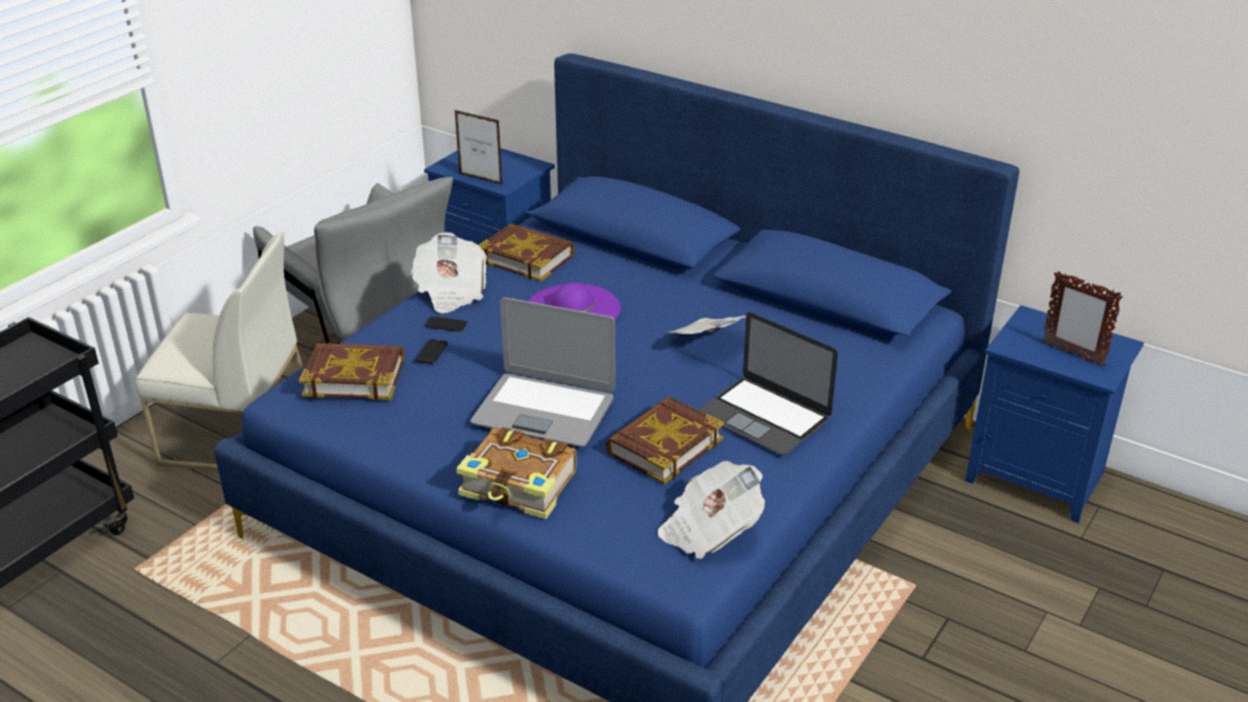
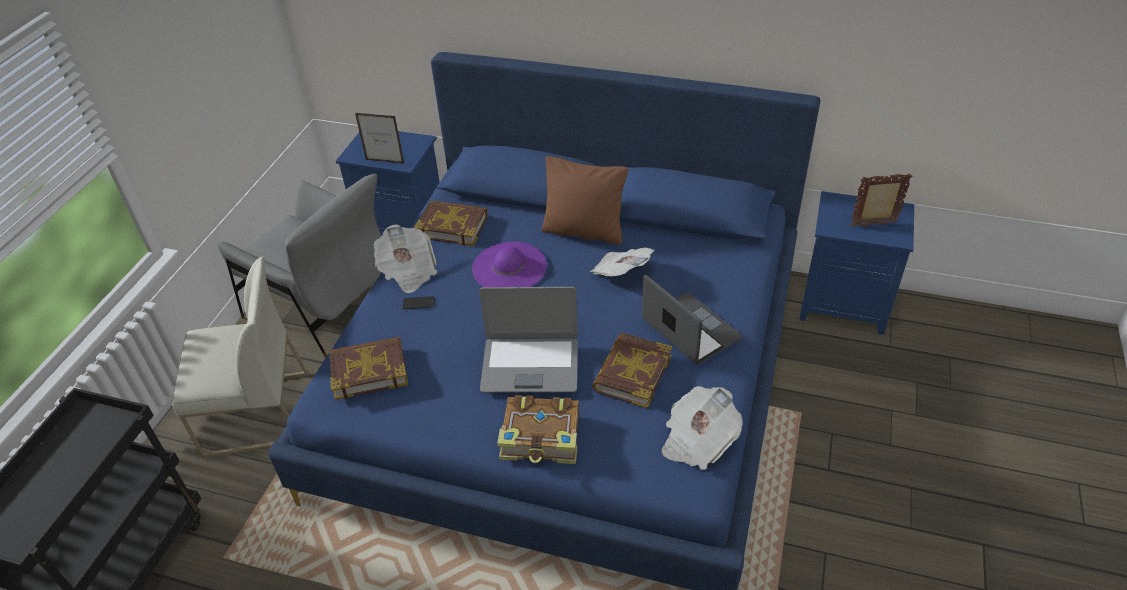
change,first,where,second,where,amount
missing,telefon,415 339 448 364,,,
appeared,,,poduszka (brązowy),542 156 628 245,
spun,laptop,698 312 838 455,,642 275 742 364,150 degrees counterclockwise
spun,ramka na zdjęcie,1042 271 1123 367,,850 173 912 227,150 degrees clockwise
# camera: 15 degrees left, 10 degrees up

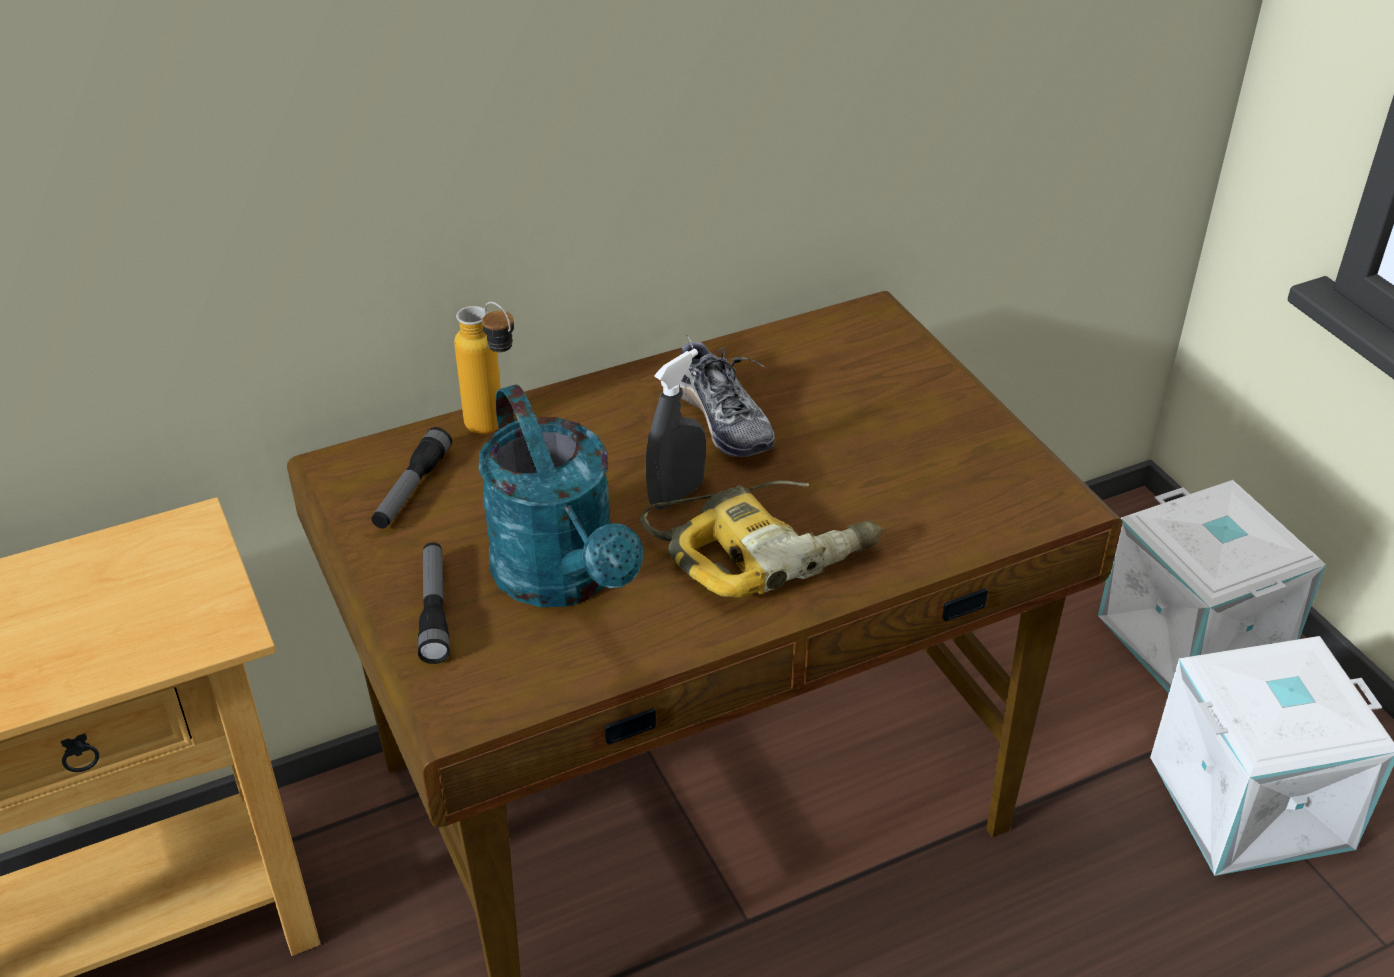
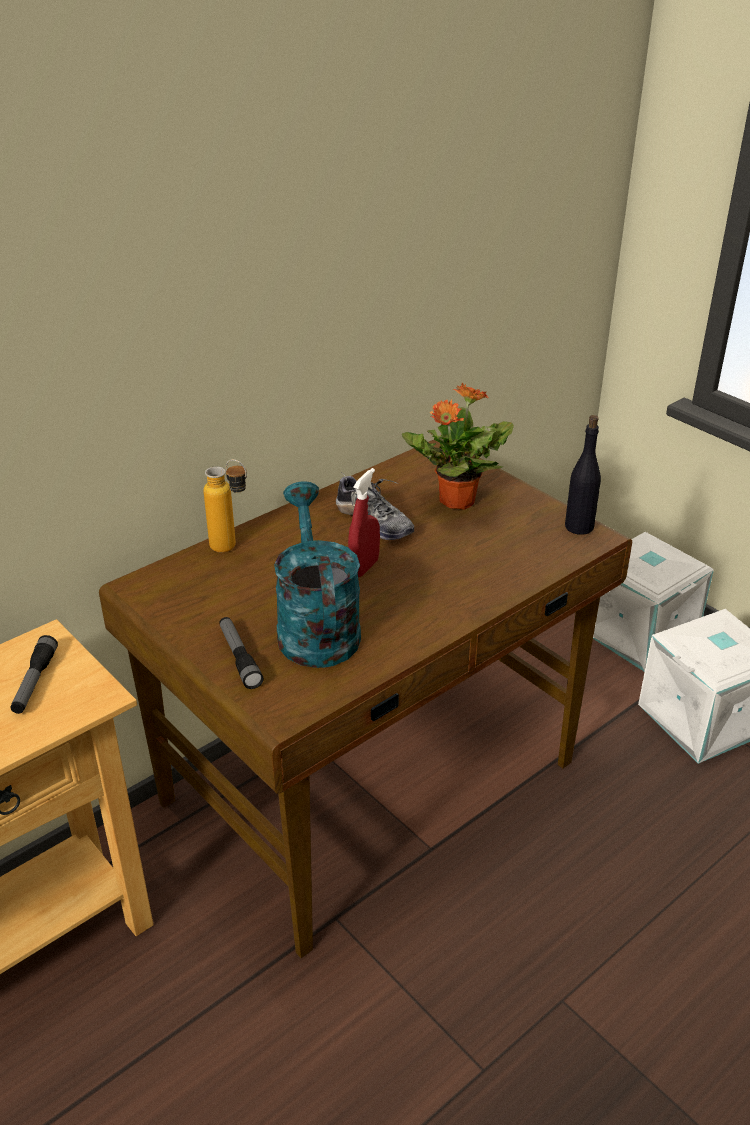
change,first,where,second,where,amount
missing,wiertarka,640 480 883 598,,,
appeared,,,roślina doniczkowa,402 383 514 510,
appeared,,,butelka (czarny),565 415 601 535,
relocated,latarka,371 427 452 529,,10 635 58 714,
colour,spryskiwacz (szary),645 348 705 510,spryskiwacz (czerwony),348 468 380 577,
spun,konewka (turkusowy),478 385 643 607,,274 481 361 668,150 degrees counterclockwise
# camera: 15 degrees left, 5 degrees down

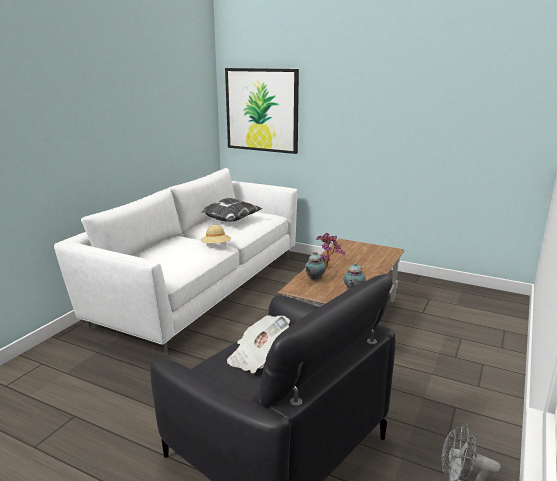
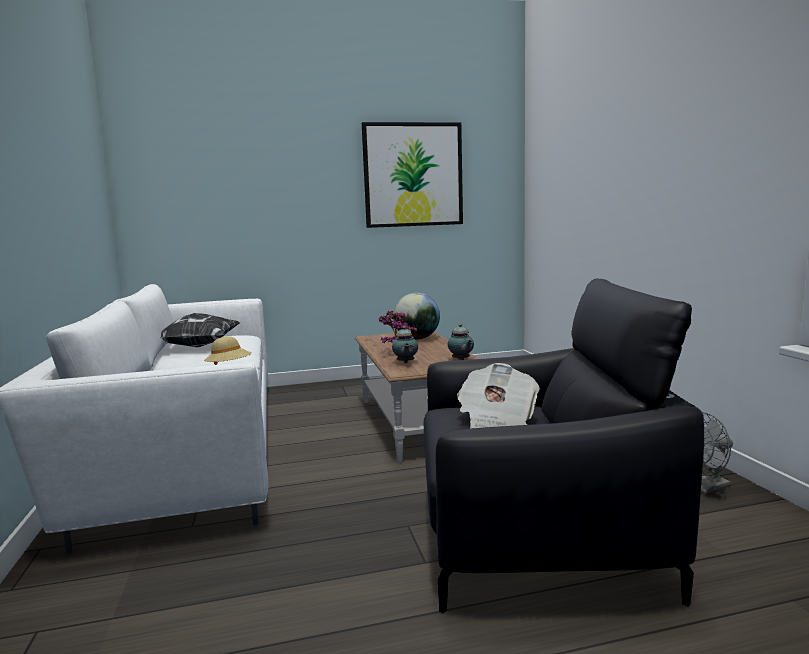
change,first,where,second,where,amount
appeared,,,globus,393 293 440 340,
relocated,obraz,225 68 299 154,,362 122 463 228,
# camera: 40 degrees left, 10 degrees down

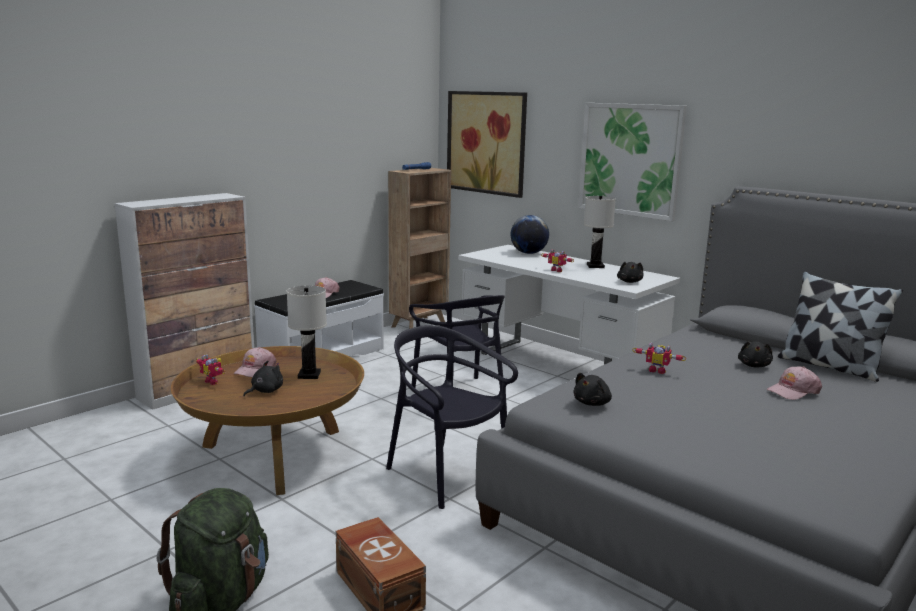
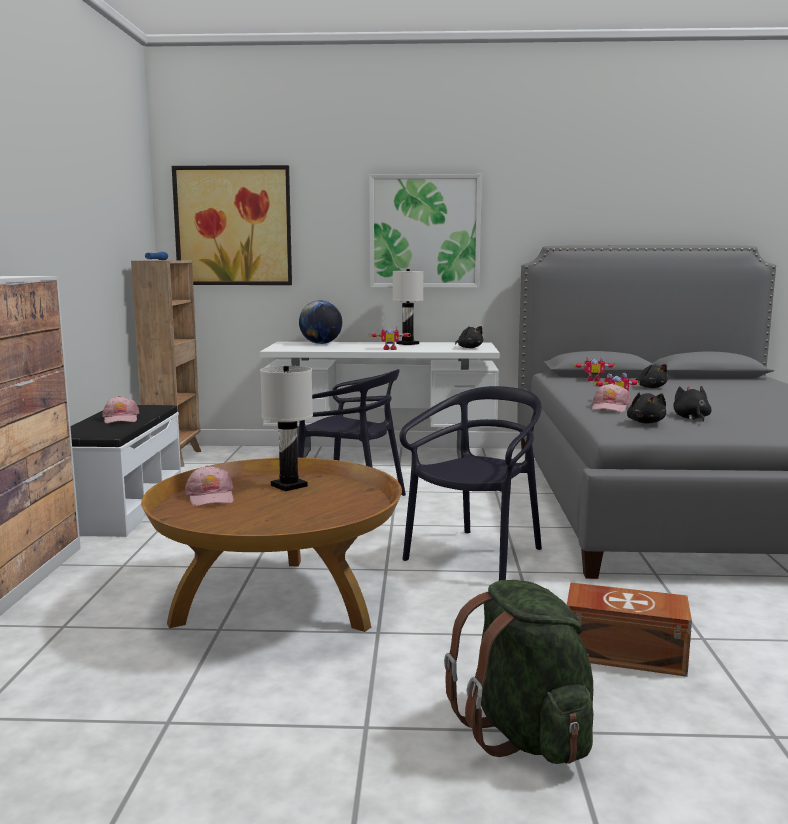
change,first,where,second,where,amount
missing,poduszka,778 271 903 382,,,
relocated,robot zabawkowy,196 354 226 385,,573 357 616 381,
relocated,pluszak (czarny),243 361 283 396,,673 386 712 422,
relocated,czapka z daszkiem (różowy),766 366 822 400,,592 383 631 412,
spun,krzesło (czarny),386 325 518 509,,400 386 542 581,120 degrees clockwise
# camera: 40 degrees left, 5 degrees down

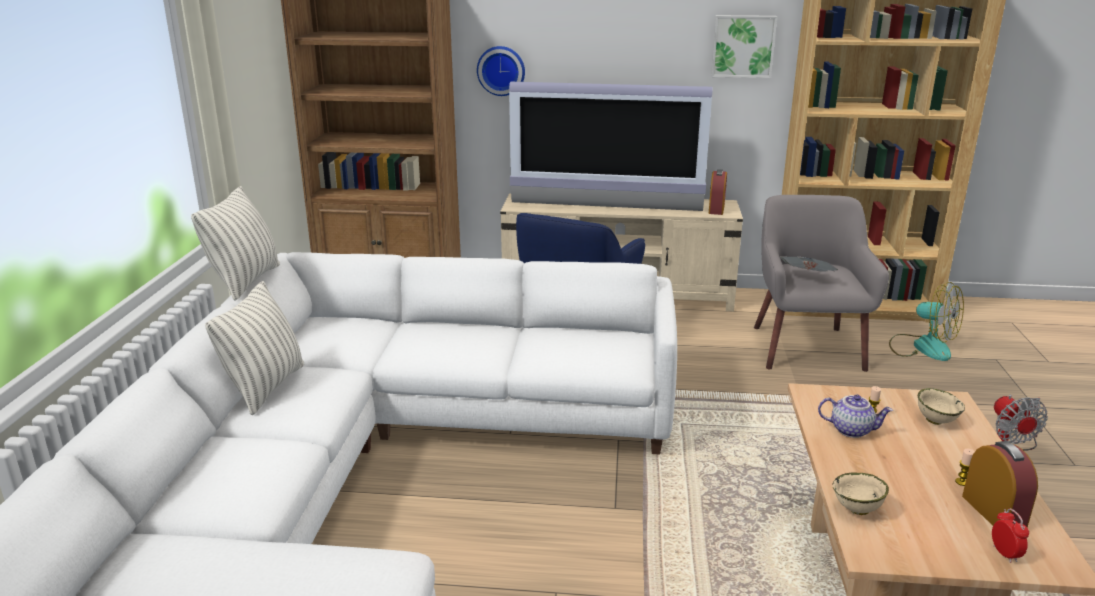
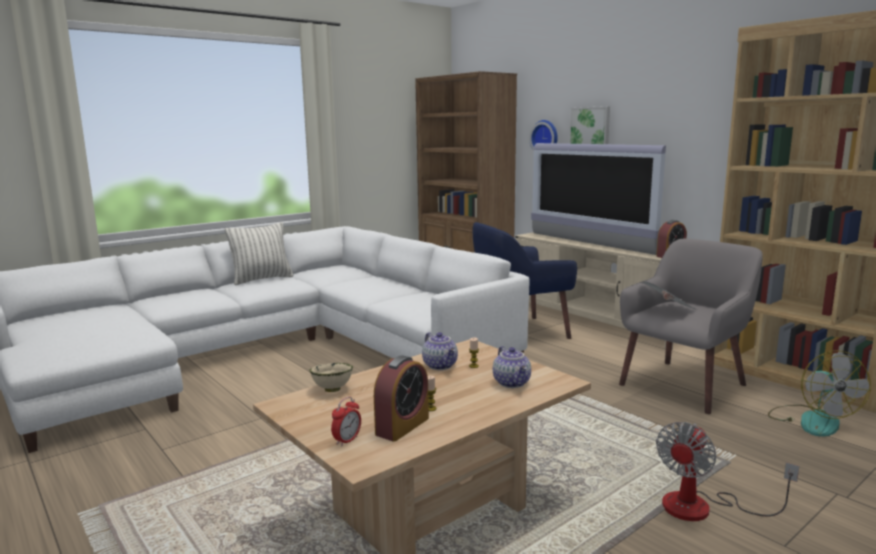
change,first,where,second,where,amount
missing,poduszka,191 186 280 301,,,
relocated,obraz,711 15 777 78,,569 106 610 144,
exchanged,miska (beżowy),918 388 965 425,imbryk,493 346 531 388,
# camera: 45 degrees right, 10 degrees down

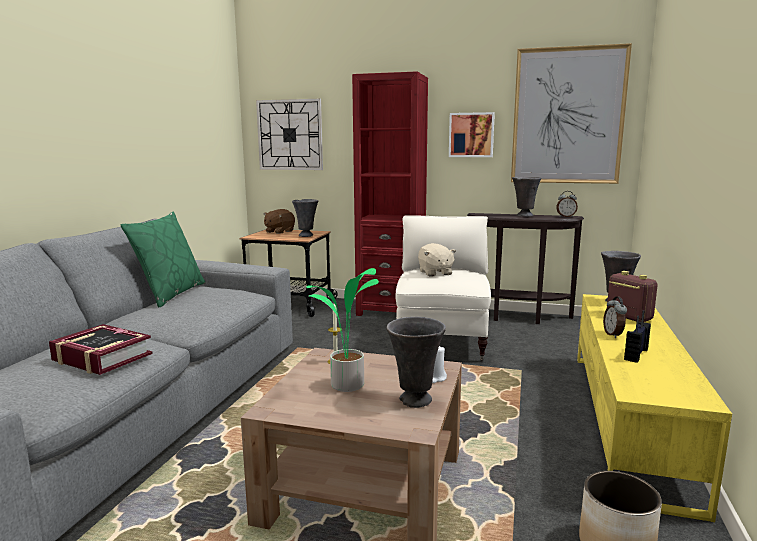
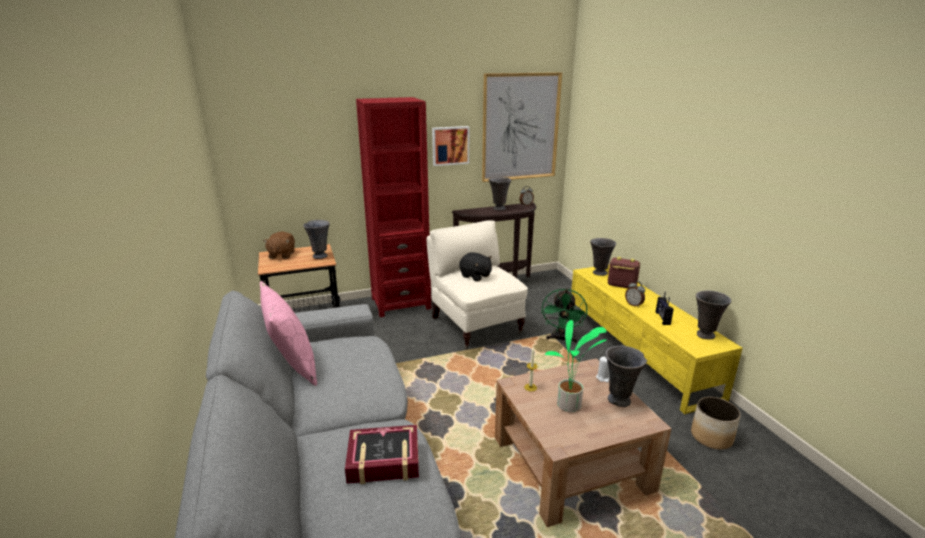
change,first,where,second,where,amount
missing,zegar ścienny,256 99 323 170,,,
appeared,,,wentylator (zielony),542 289 587 343,
appeared,,,wazon (szary),696 291 731 340,
colour,poduszka (zielony),121 212 205 307,poduszka (różowy),260 281 317 386,
colour,pluszak (beżowy),418 243 456 277,pluszak (czarny),459 252 492 281,
# camera: 35 degrees left, 10 degrees up

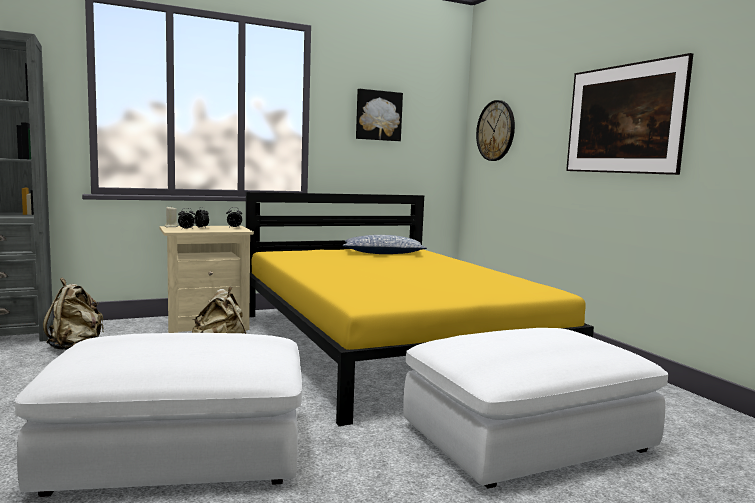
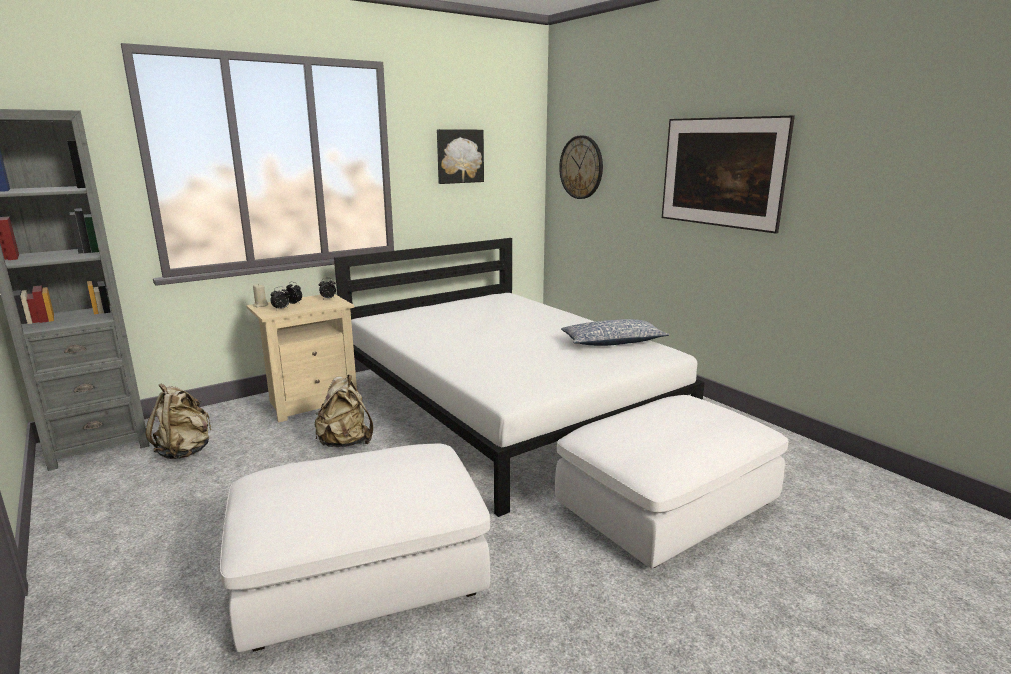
change,first,where,second,where,amount
relocated,poduszka,343 235 427 254,,561 319 669 346,
colour,łóżko (żółty),246 192 594 426,łóżko (biały),334 238 705 517,
# camera: 10 degrees left, 10 degrees up

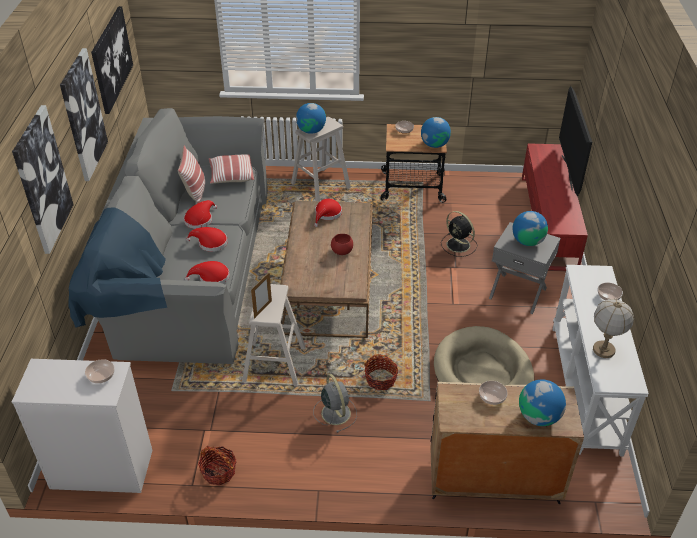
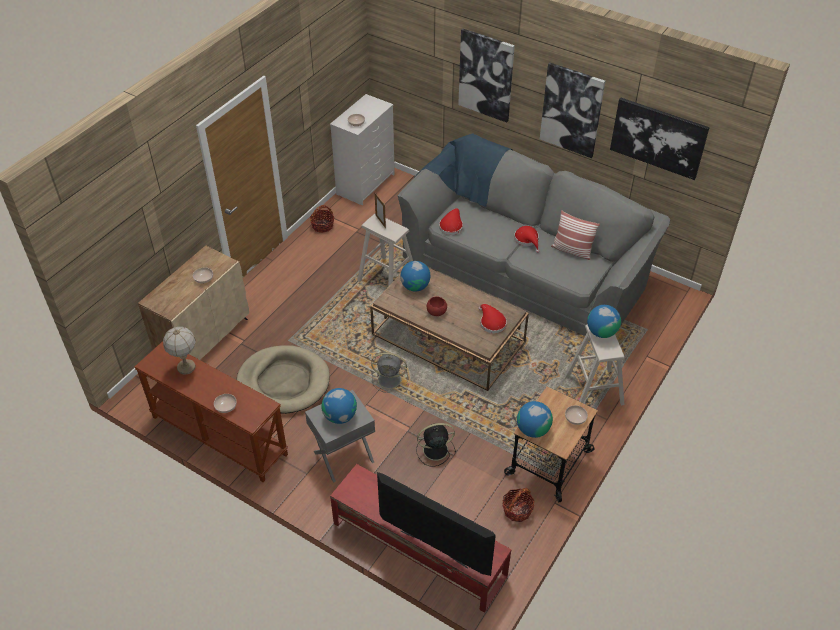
change,first,where,second,where,amount
missing,kapelusz (czerwony),186 227 228 252,,,
missing,poduszka,208 154 254 184,,,
relocated,wentylator (szary),313 374 357 433,,371 352 408 393,
relocated,koszyk,364 354 398 390,,503 488 535 522,
relocated,globus,519 380 566 426,,400 261 430 292,
colour,stolik konsolowy (biały),553 265 649 457,stolik konsolowy (brązowy),135 341 288 482,
# camera: 120 degrees right, 5 degrees up

